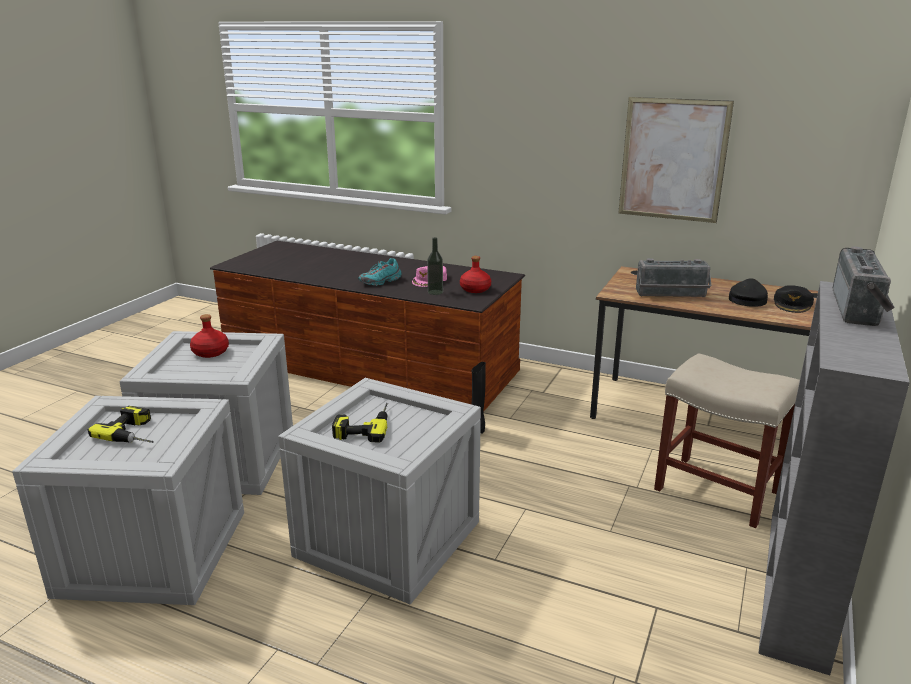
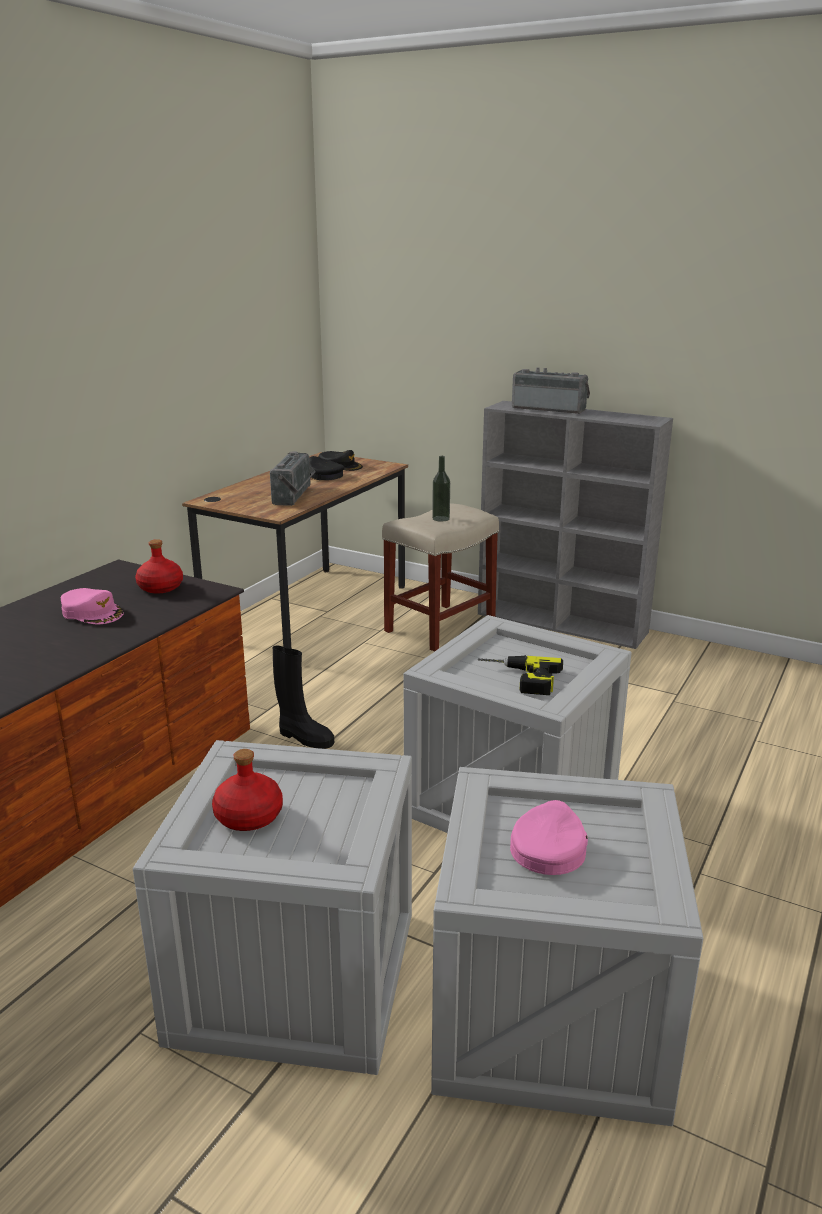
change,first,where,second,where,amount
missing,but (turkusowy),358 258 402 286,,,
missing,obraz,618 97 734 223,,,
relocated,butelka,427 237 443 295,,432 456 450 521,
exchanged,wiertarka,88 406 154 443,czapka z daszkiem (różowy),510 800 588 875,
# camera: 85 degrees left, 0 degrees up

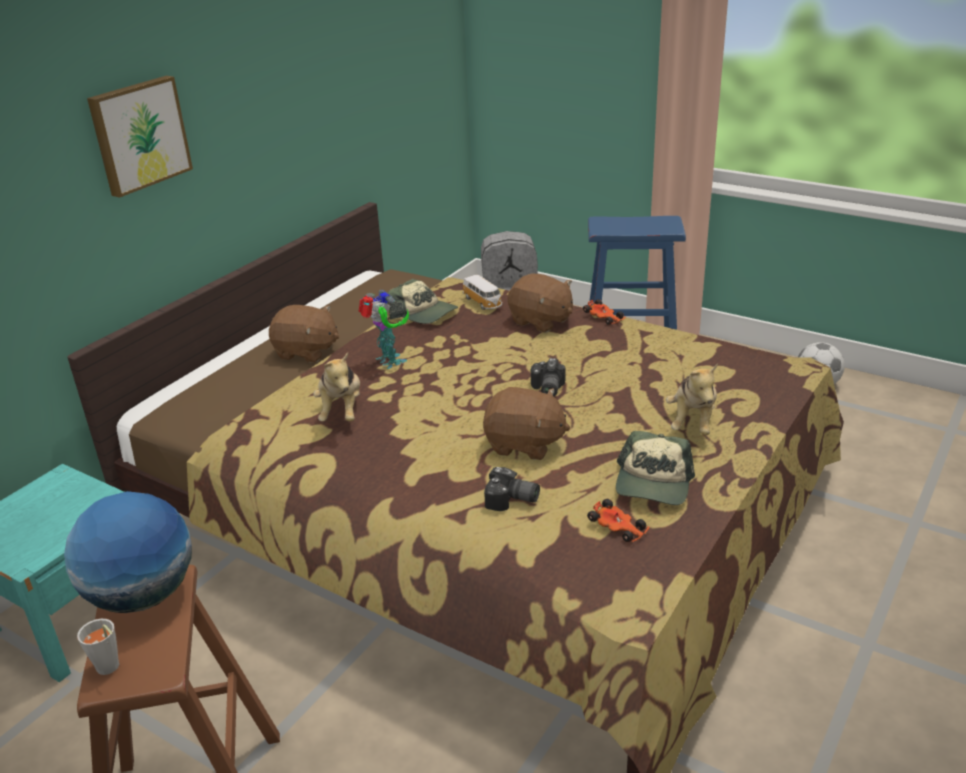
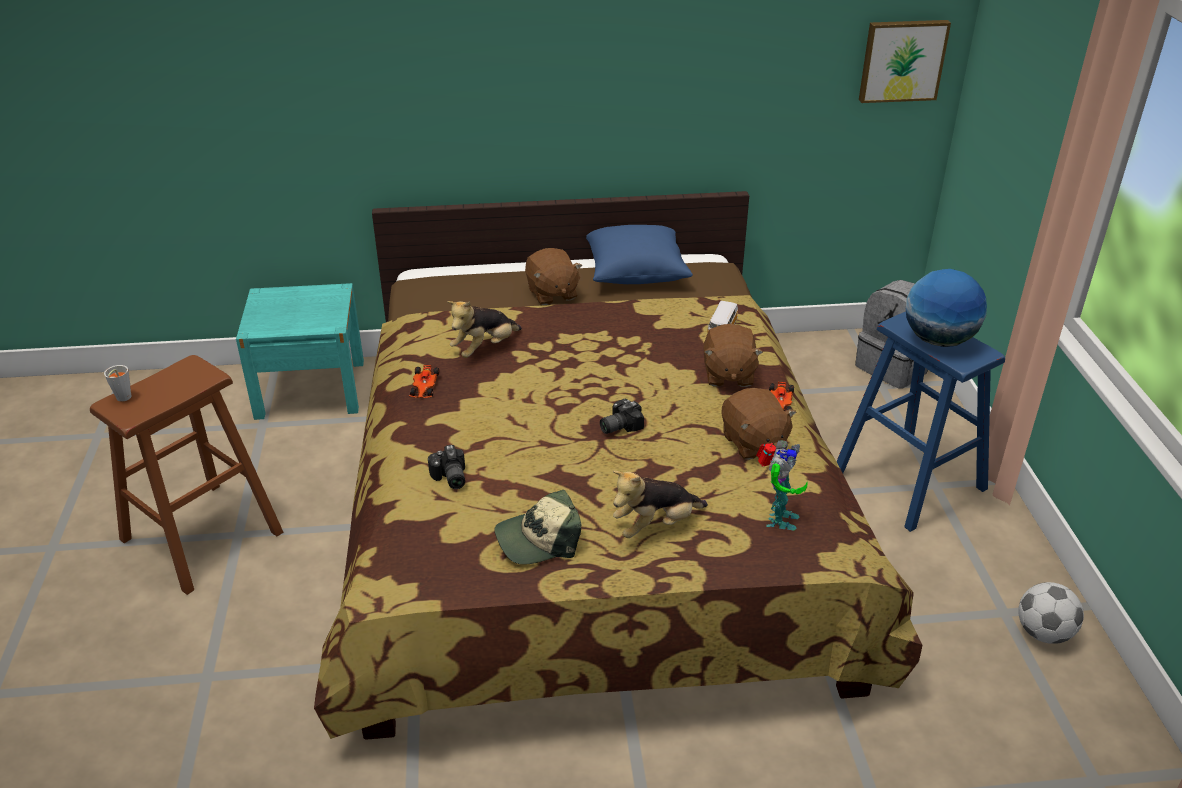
change,first,where,second,where,amount
missing,czapka z daszkiem,387 279 458 324,,,
appeared,,,poduszka (niebieski),586 225 693 284,
relocated,globus,64 491 192 613,,906 269 987 347,
relocated,obraz,87 76 193 198,,859 20 951 103,
relocated,robot zabawkowy,359 289 409 369,,756 440 808 530,
relocated,pluszak (brązowy),483 387 570 460,,721 388 796 460,
relocated,samochodzik,587 499 649 542,,409 365 439 398,
# camera: 50 degrees right, 5 degrees up

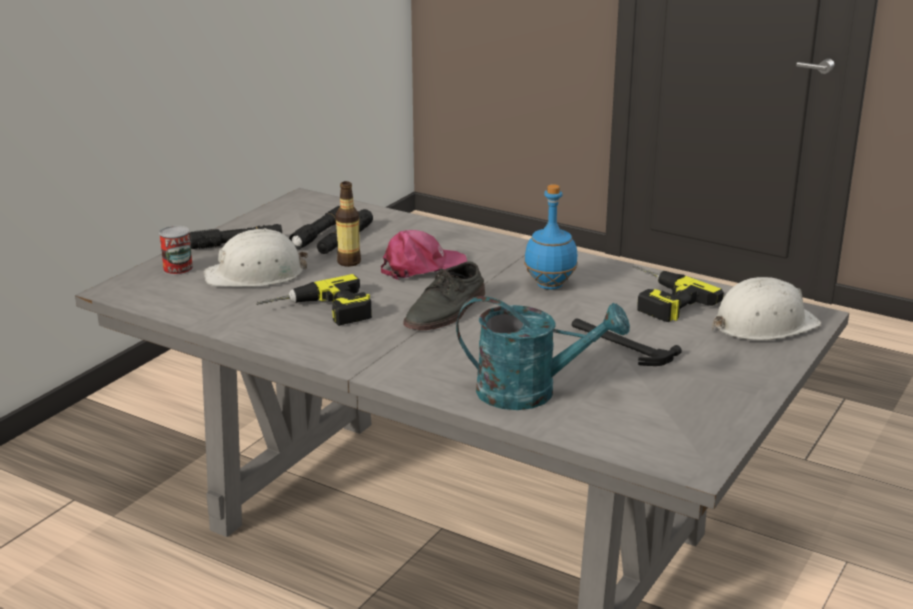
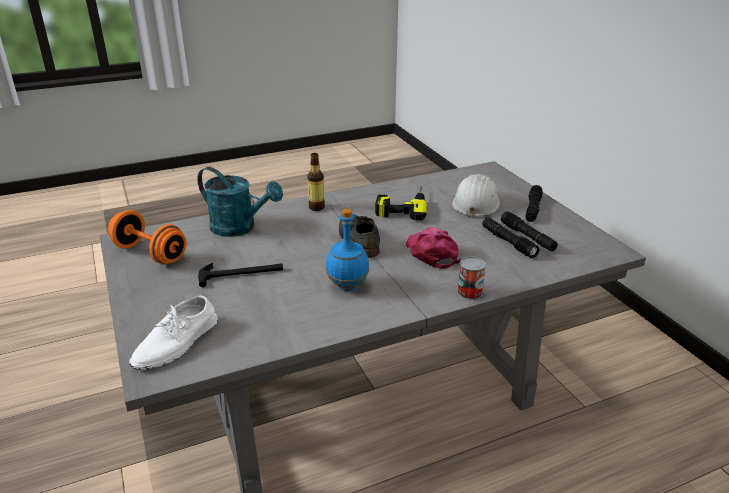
change,first,where,second,where,amount
missing,wiertarka,633 265 724 322,,,
appeared,,,hantel (pomarańczowy),108 210 186 264,
relocated,puszka,159 226 193 275,,457 257 486 300,
relocated,butelka,336 181 361 267,,307 153 325 211,
exchanged,kask (biały),712 277 821 340,but (biały),129 296 218 370,
spun,czapka z daszkiem (różowy),381 230 467 280,,406 227 462 269,150 degrees clockwise
spun,konewka (turkusowy),456 296 630 410,,198 167 283 237,105 degrees counterclockwise
# camera: 125 degrees right, 5 degrees up

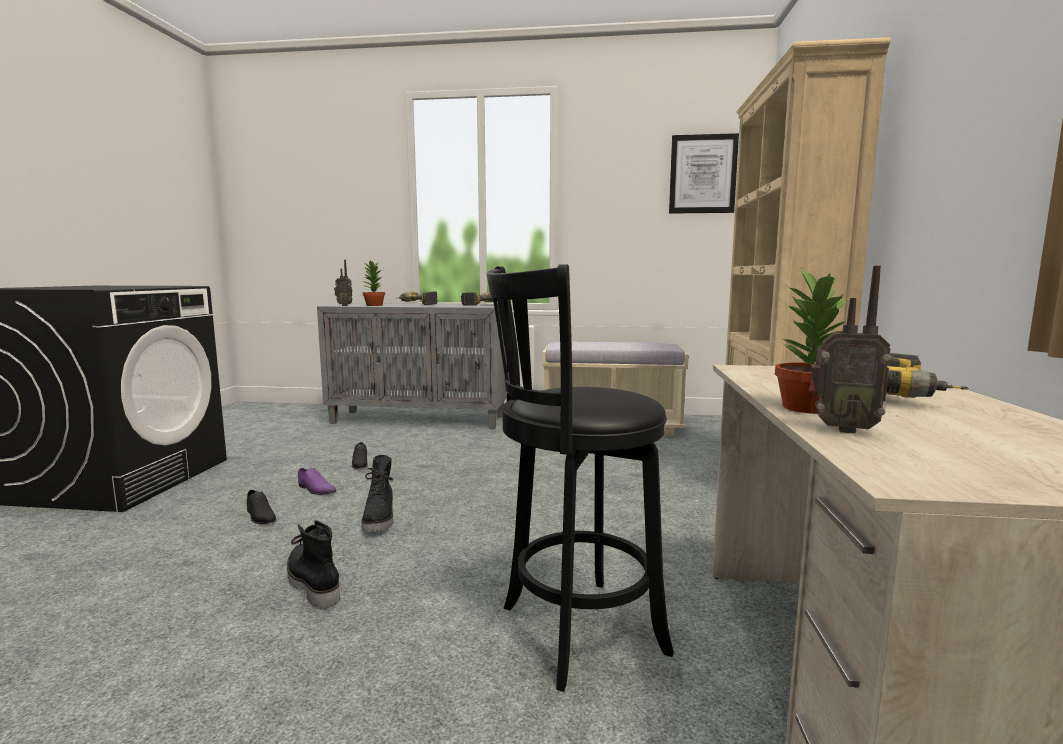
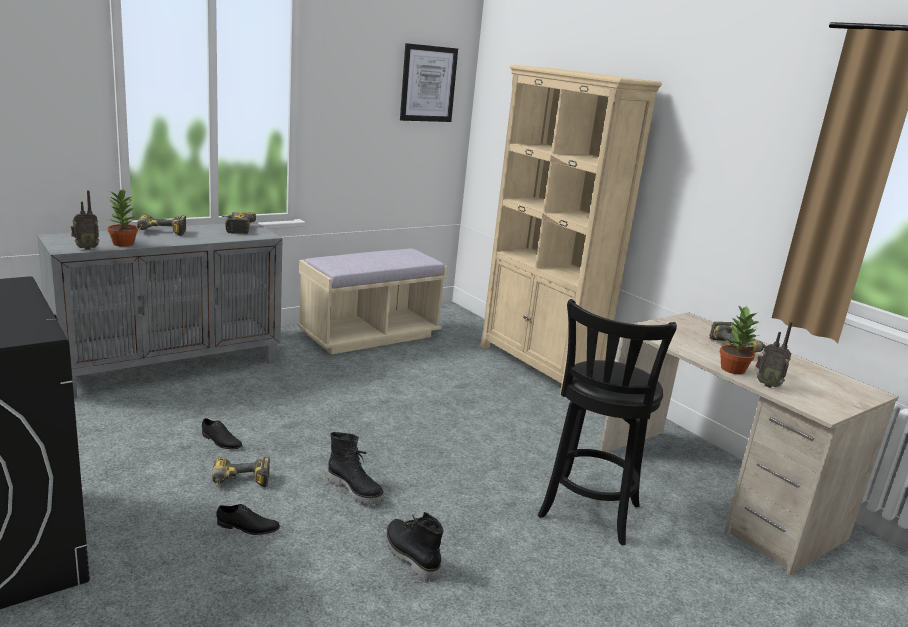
change,first,where,second,where,amount
exchanged,but (fioletowy),298 468 336 495,wiertarka,212 457 270 488,
spun,but z cholewką (czarny),287 520 340 609,,386 512 443 582,45 degrees clockwise
spun,radio,809 266 891 434,,755 321 793 388,60 degrees clockwise
# camera: 45 degrees left, 10 degrees up

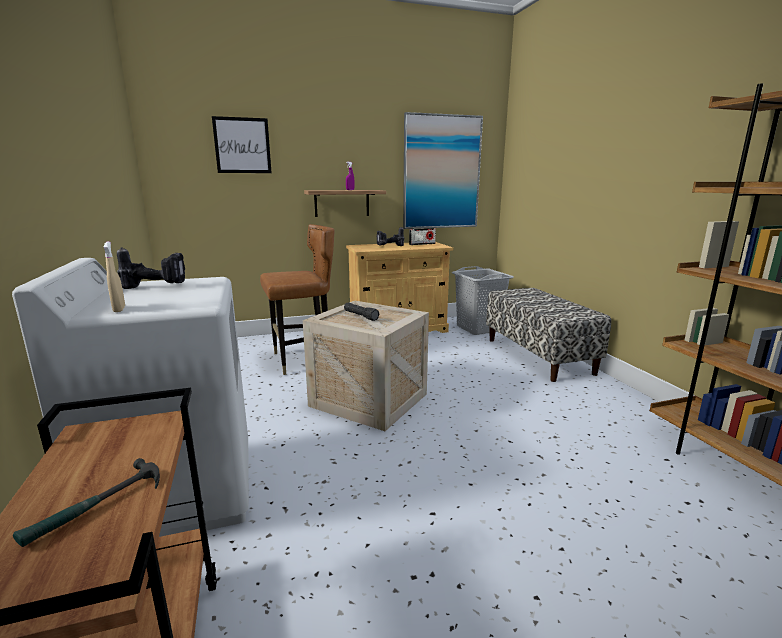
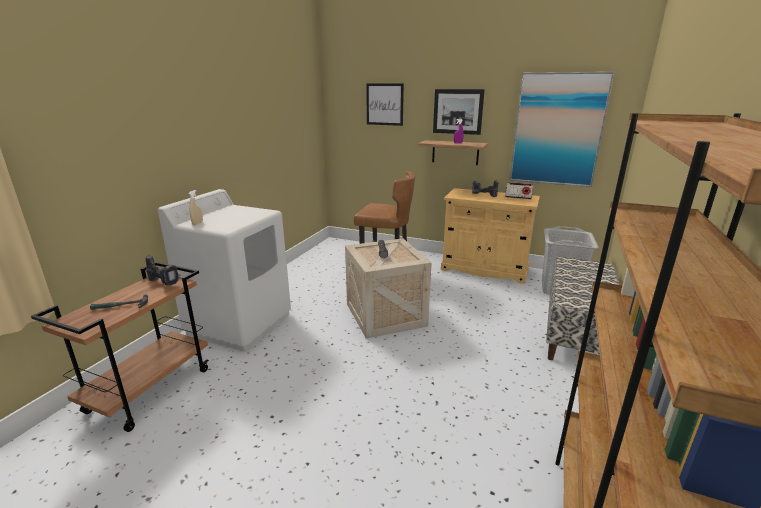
change,first,where,second,where,amount
appeared,,,obraz,433 89 485 135,
relocated,wiertarka,117 247 185 289,,146 255 180 286,
# camera: 40 degrees right, 5 degrees up

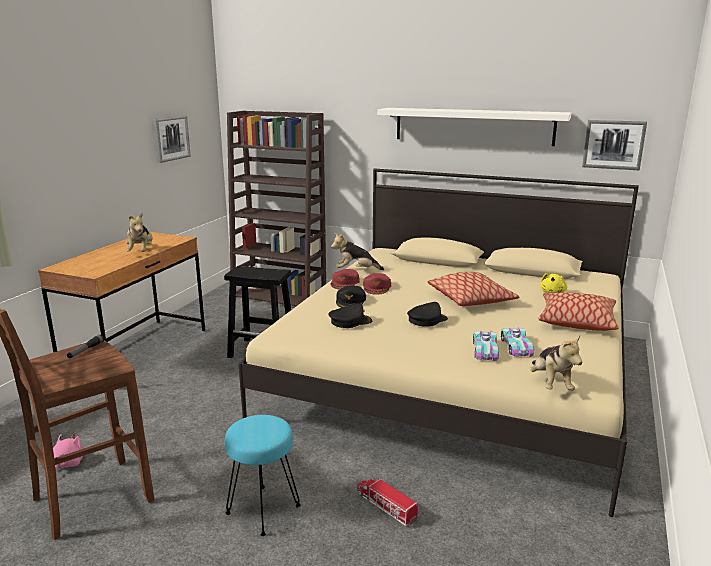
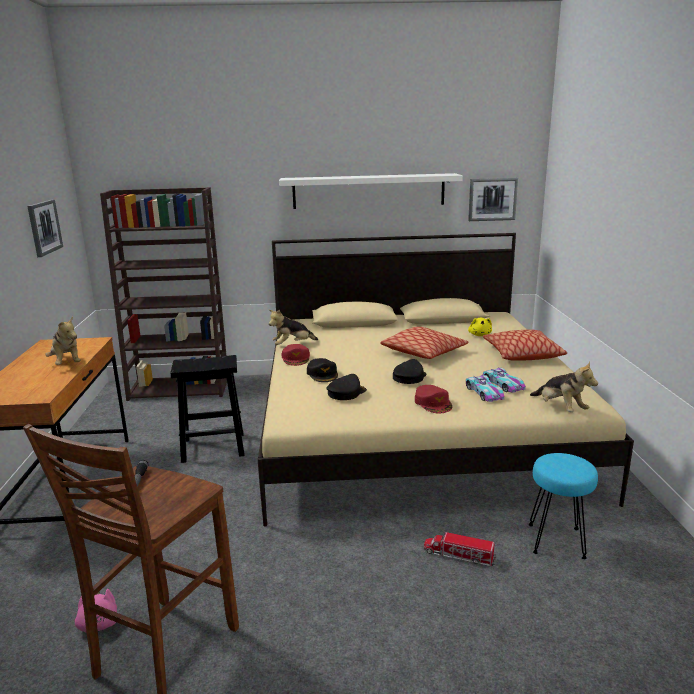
change,first,where,second,where,amount
relocated,stołek (turkusowy),225 415 301 536,,529 453 598 559,
relocated,czapka z daszkiem (czerwony),363 273 391 295,,415 385 452 413,
# camera: 25 degrees left, 0 degrees up

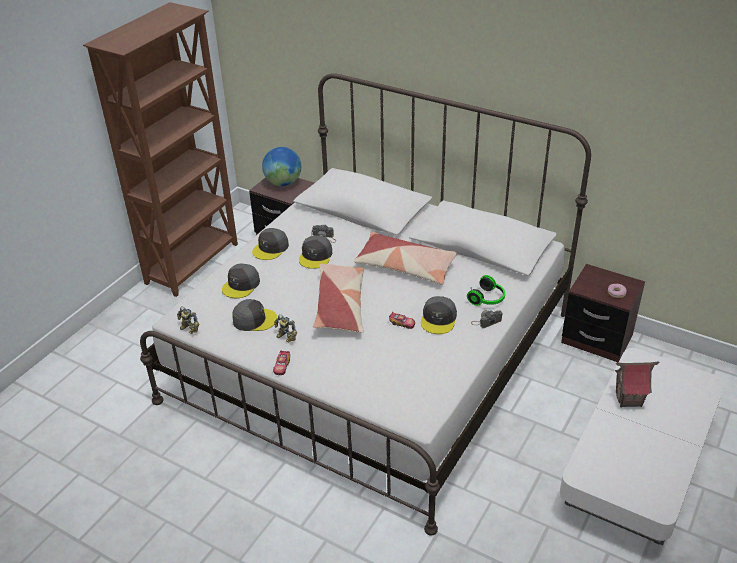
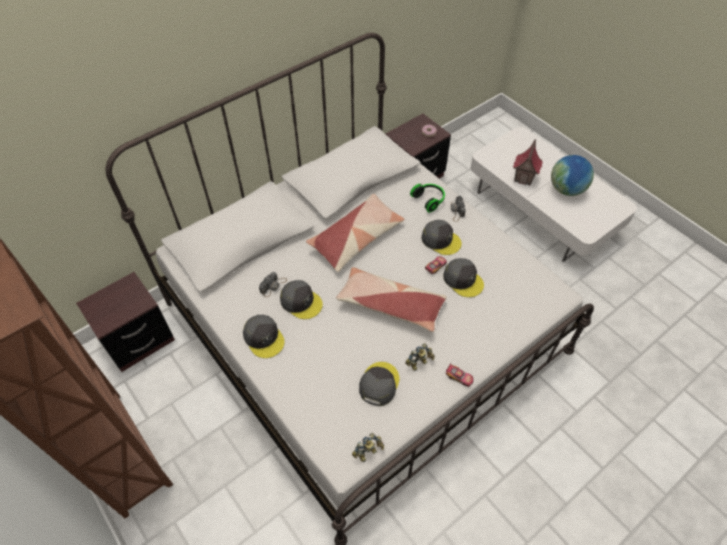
change,first,where,second,where,amount
relocated,czapka z daszkiem (szary),222 263 260 298,,443 258 484 297,
relocated,globus,262 147 301 186,,551 155 594 196,
# camera: 70 degrees left, 15 degrees up

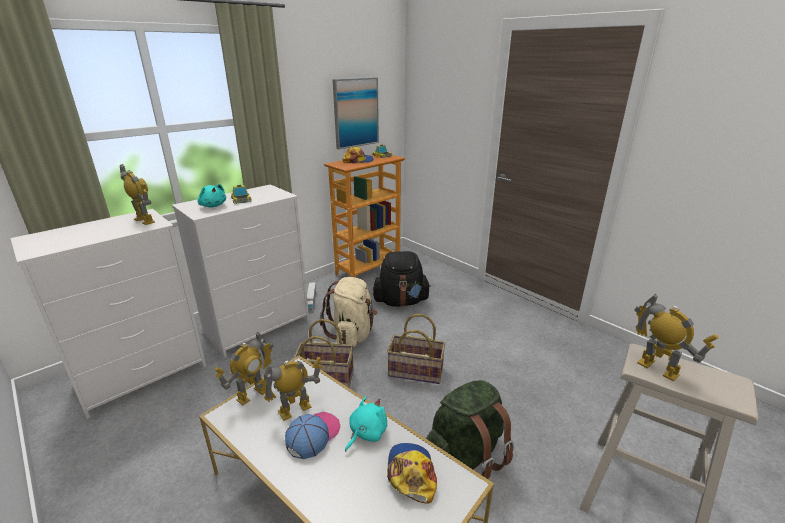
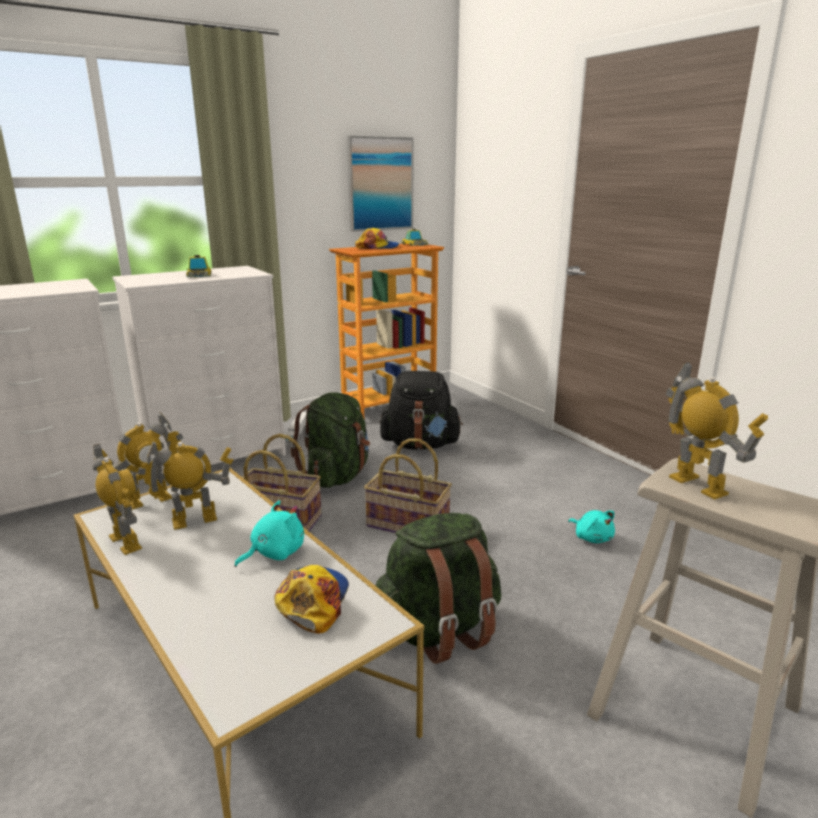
change,first,where,second,where,amount
missing,czapka z daszkiem,285 412 340 459,,,
relocated,robot zabawkowy,120 164 155 225,,93 444 142 555,
relocated,pluszak (turkusowy),197 184 226 207,,568 510 615 543,
colour,plecak (beżowy),320 277 378 347,plecak (zielony),291 392 370 488,
# camera: 10 degrees right, 5 degrees down

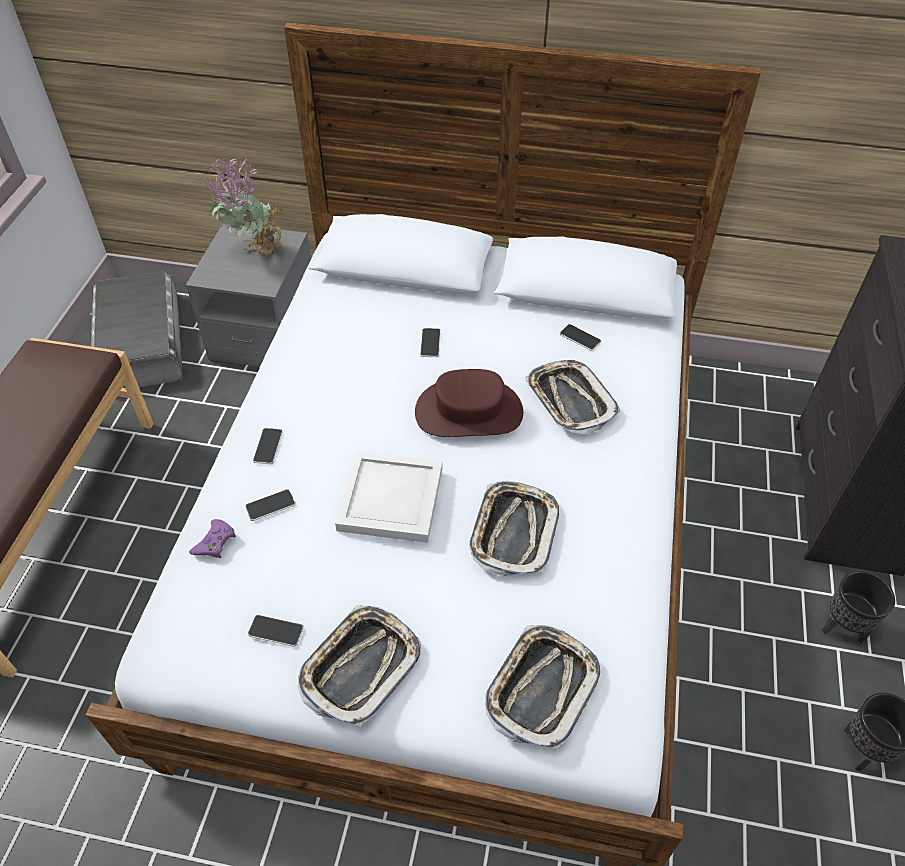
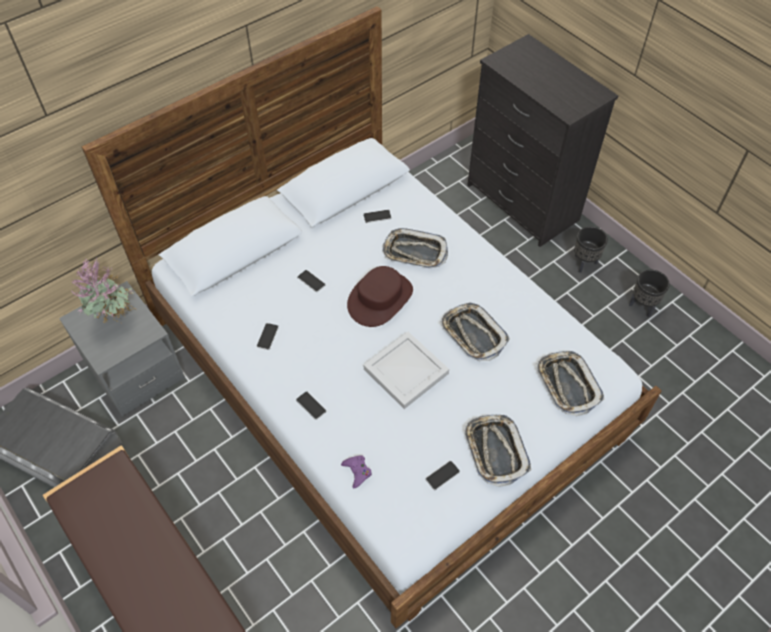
change,first,where,second,where,amount
relocated,telefon,245 489 295 521,,257 323 279 350,
# camera: 50 degrees left, 5 degrees up

